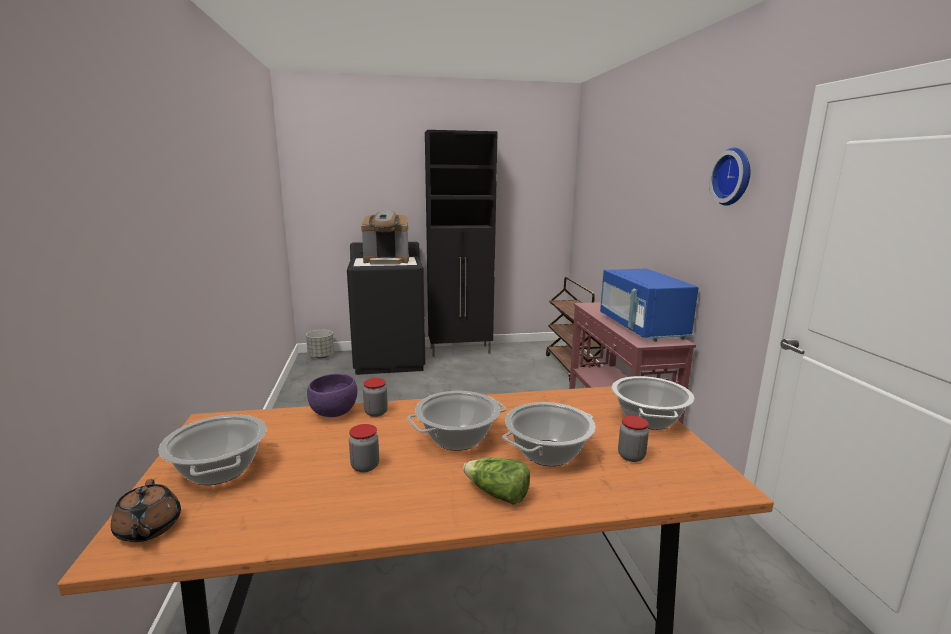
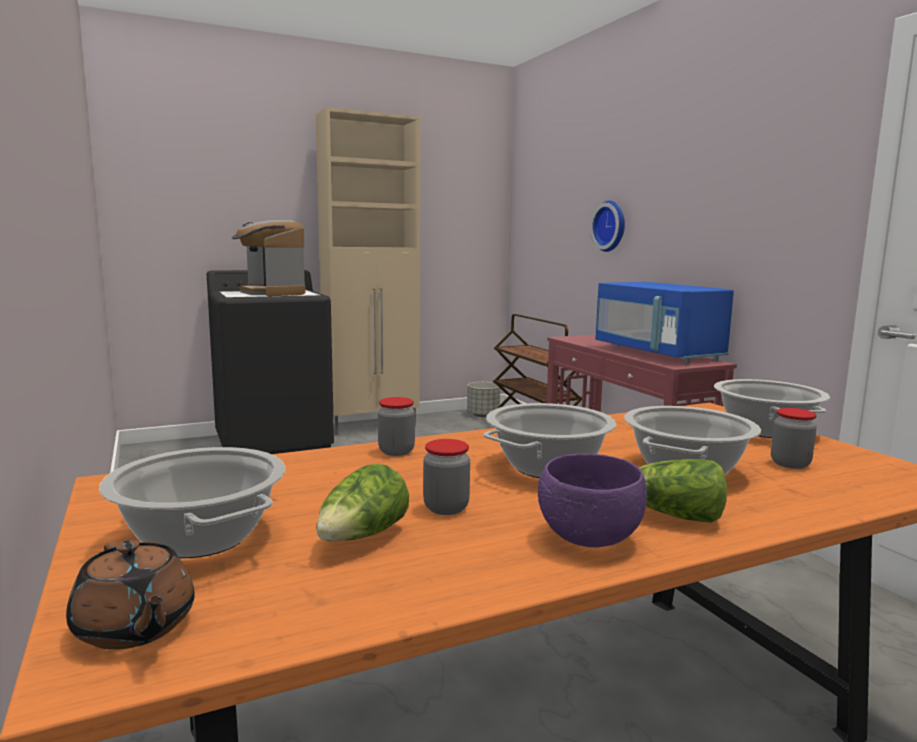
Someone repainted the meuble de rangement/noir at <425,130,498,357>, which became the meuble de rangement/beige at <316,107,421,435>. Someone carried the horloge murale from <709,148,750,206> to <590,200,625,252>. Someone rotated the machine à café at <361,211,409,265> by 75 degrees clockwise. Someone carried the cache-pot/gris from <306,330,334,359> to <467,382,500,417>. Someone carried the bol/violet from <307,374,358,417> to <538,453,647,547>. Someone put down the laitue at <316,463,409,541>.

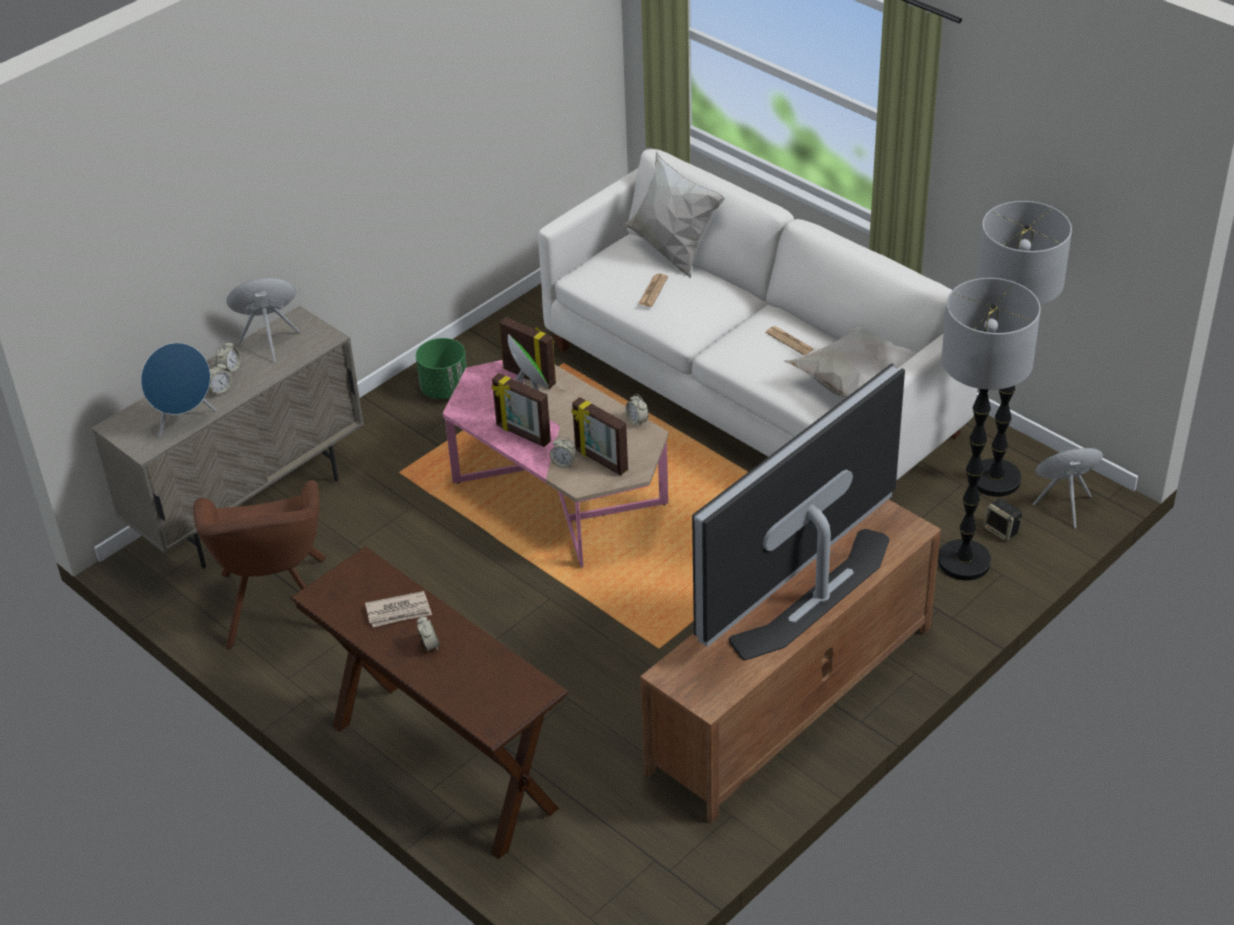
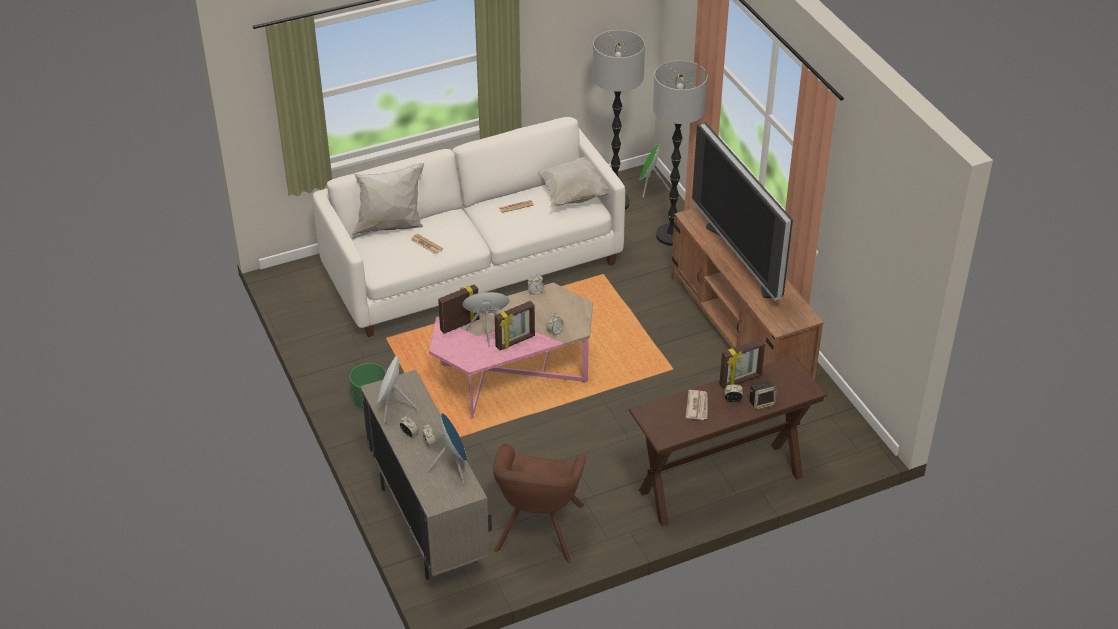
Someone carried the cadre photo from <571,397,628,475> to <719,339,765,389>. Someone rotated the fauteuil/marron at <193,480,326,649> by 90 degrees clockwise. Someone carried the enceinte from <983,498,1022,541> to <750,380,777,410>.

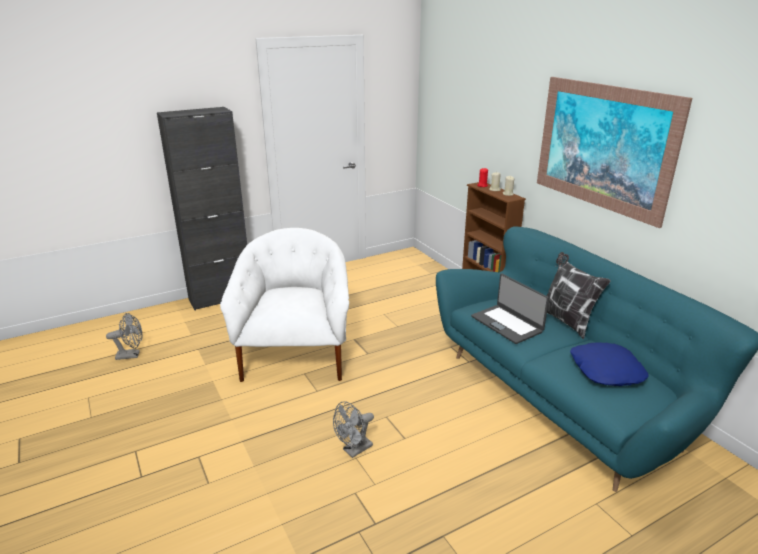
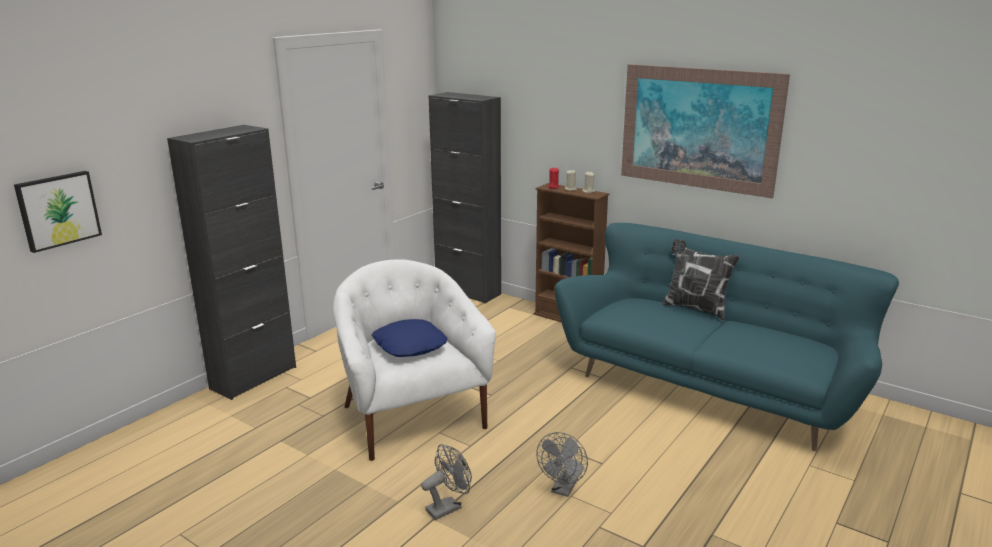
Someone took away the ordinateur portable at <471,274,549,344>. Someone carried the ventilateur/gris from <106,313,143,360> to <421,444,472,520>. Someone carried the coussin/bleu from <570,342,649,386> to <372,319,447,357>. Someone put down the meuble de rangement/noir at <429,92,501,304>. Someone put up the tableau at <14,171,102,253>.

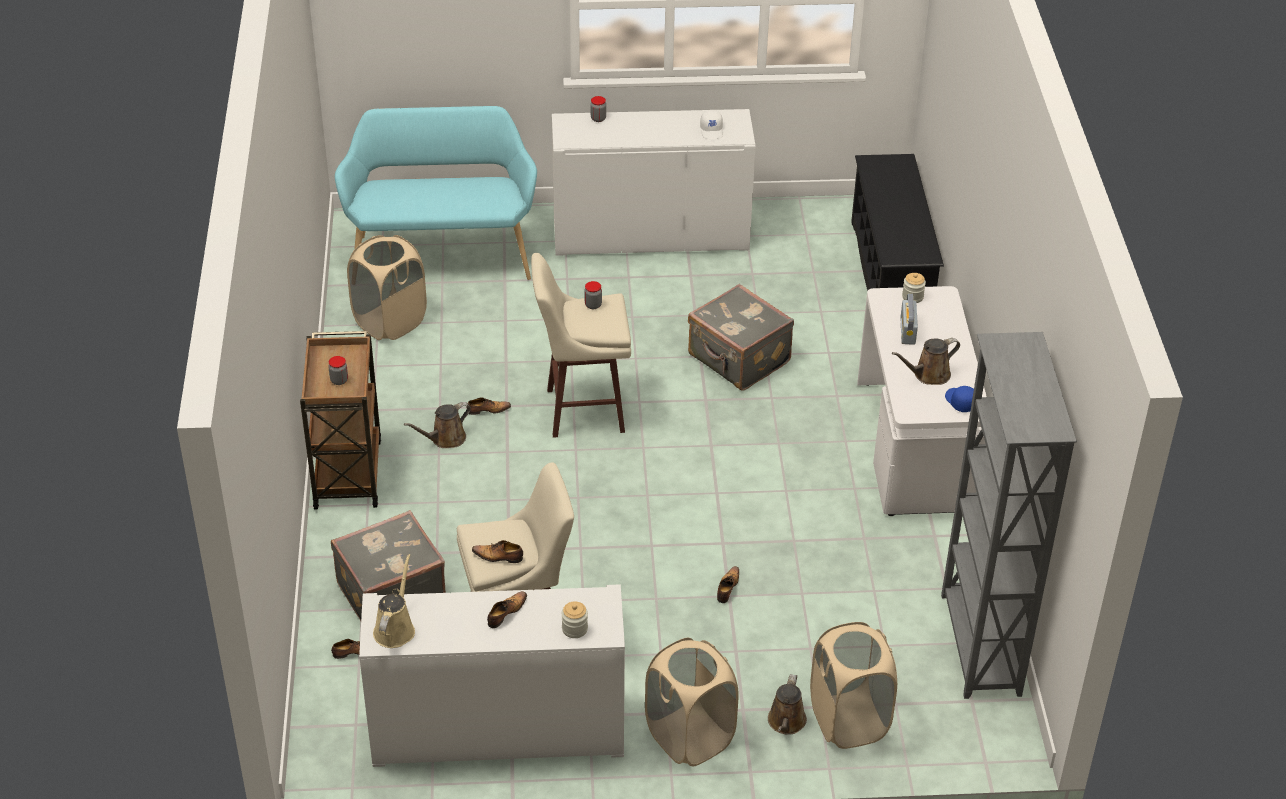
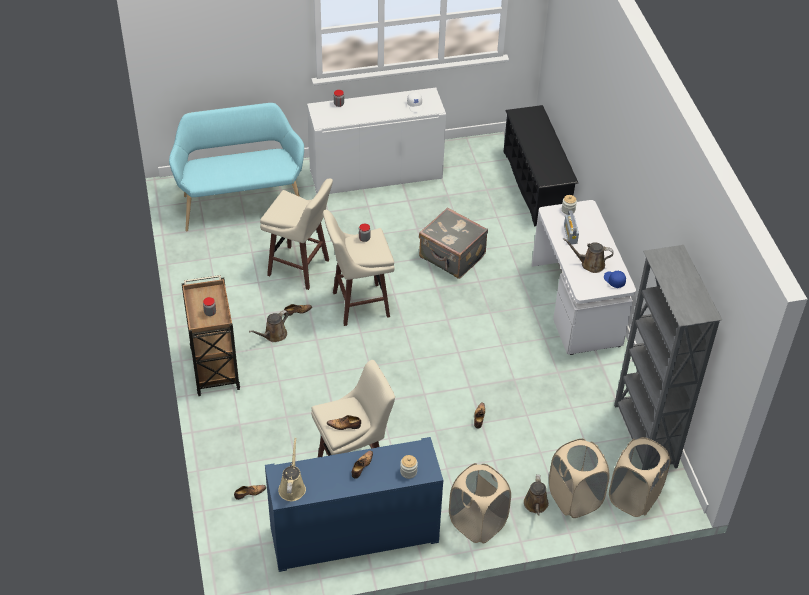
Someone carried the panier à linge/beige from <347,235,427,340> to <609,437,671,517>. Someone rotated the arrosoir/marron at <892,338,960,385> by 45 degrees clockwise. Someone took away the valise/gris at <331,510,446,621>. Someone repainted the meuble de rangement/blanc at <359,584,625,767>, which became the meuble de rangement/bleu at <265,437,443,572>. Someone put down the tabouret/beige at <260,178,333,290>.

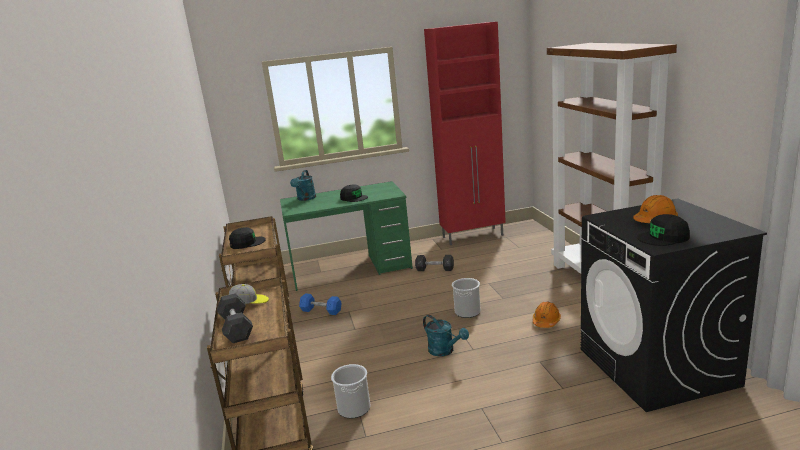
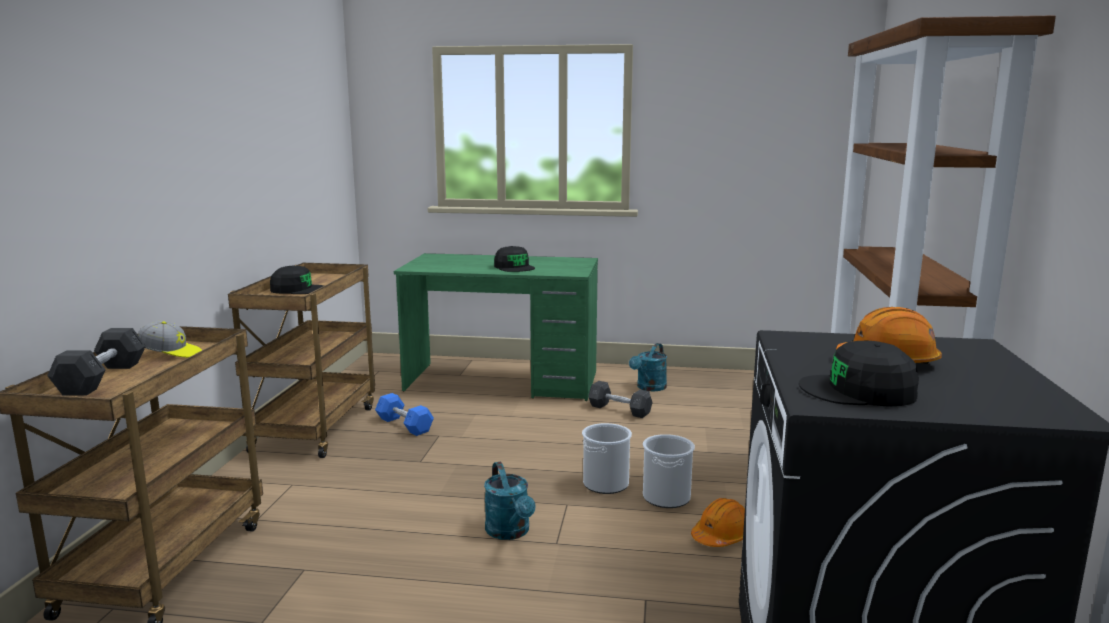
Someone took away the meuble de rangement/rouge at <424,22,506,245>. Someone carried the arrosoir/turquoise from <290,170,316,201> to <629,343,667,391>. Someone carried the seau from <331,364,371,419> to <643,434,695,508>.

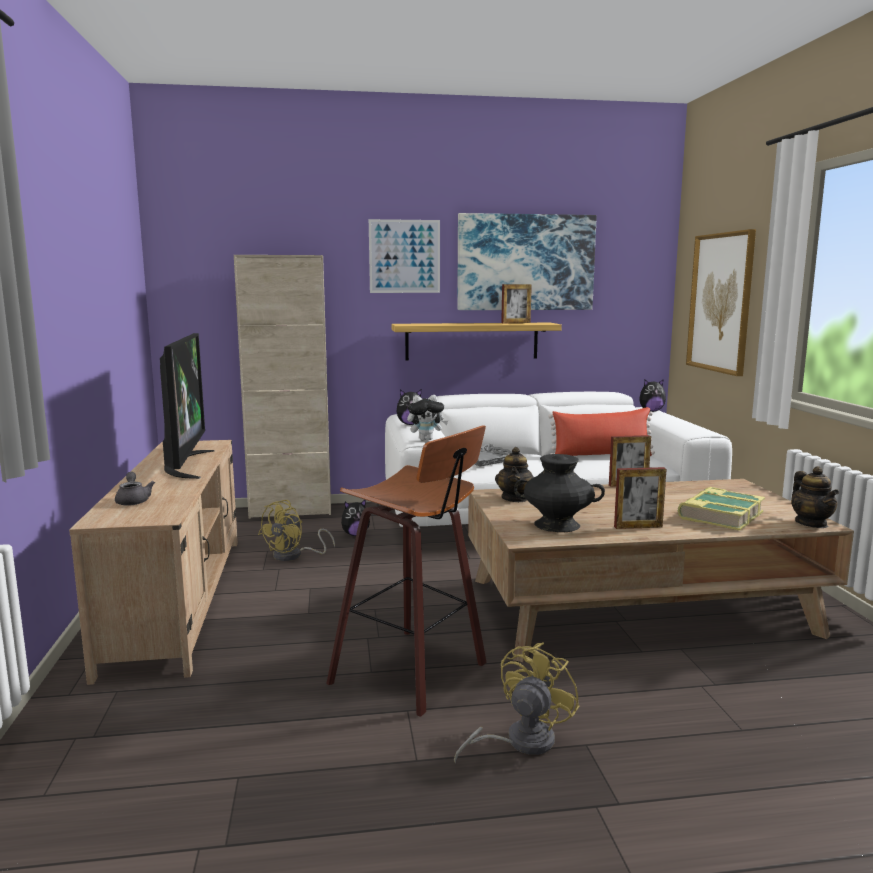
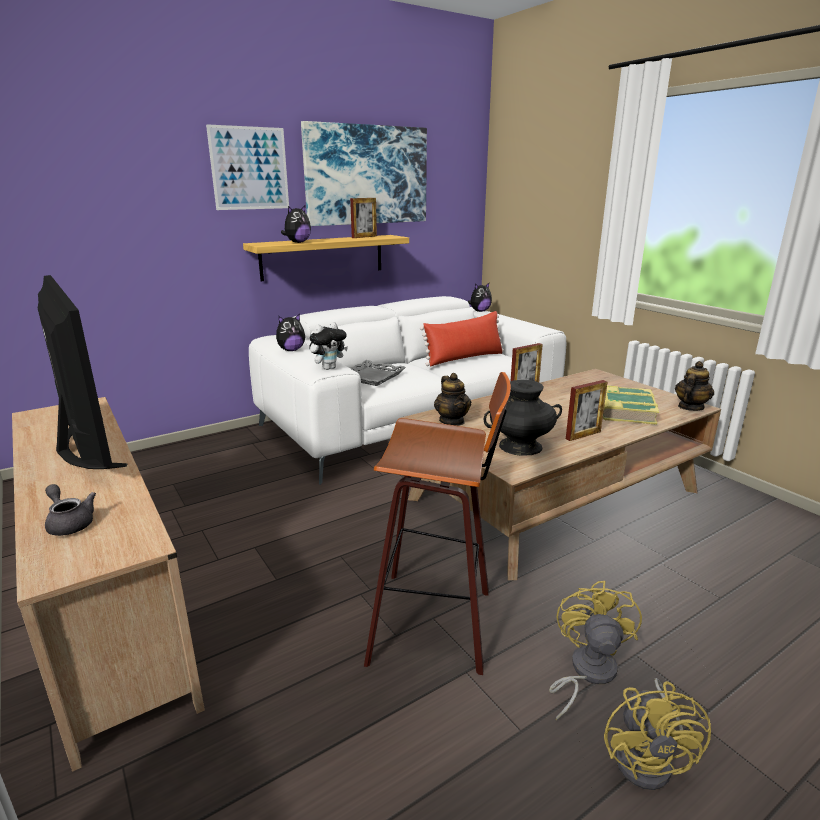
Someone took away the tableau at <686,229,756,376>. Someone took away the meuble de rangement/beige at <234,255,331,519>. Someone rotated the théière at <791,466,839,528> by 105 degrees counterclockwise. Someone carried the ventilateur/jaune from <258,500,335,561> to <604,678,711,790>. Someone carried the peluche from <341,500,370,536> to <281,206,311,243>.

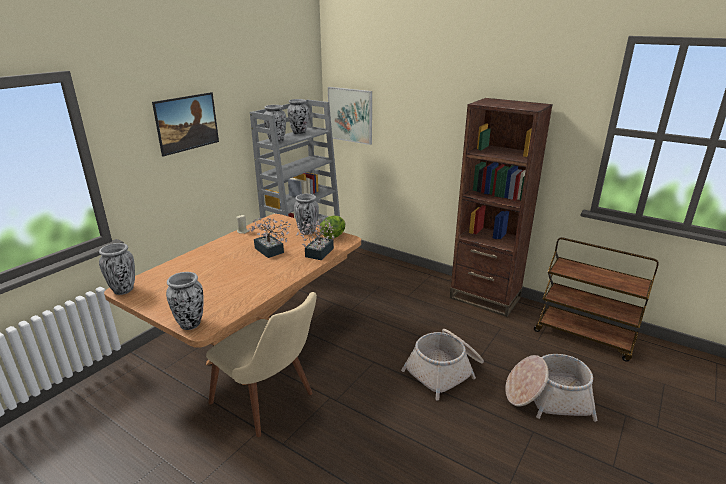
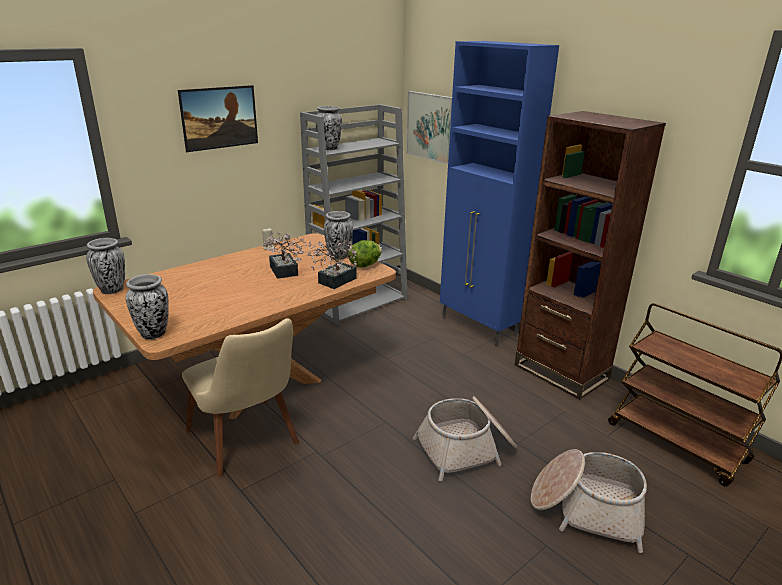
Someone took away the vase at <287,99,309,135>. Someone put down the meuble de rangement/bleu at <440,41,559,346>.

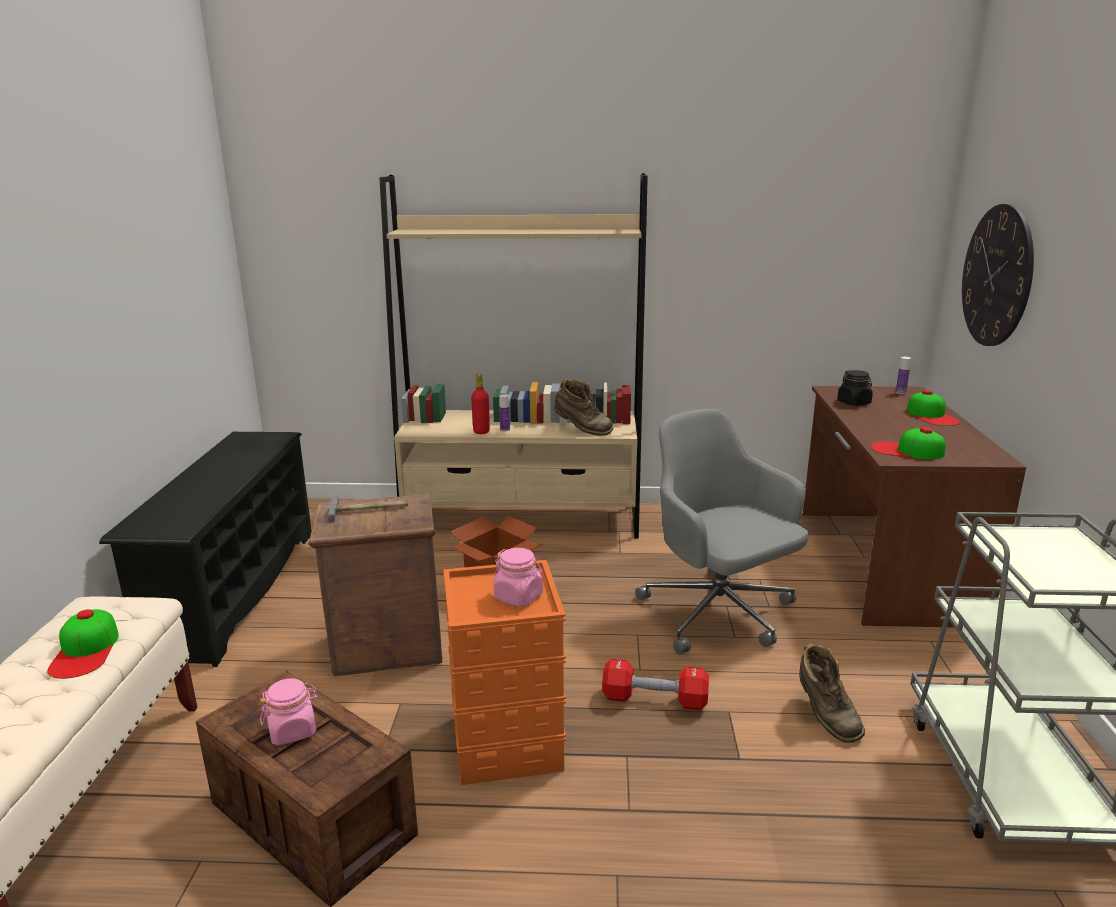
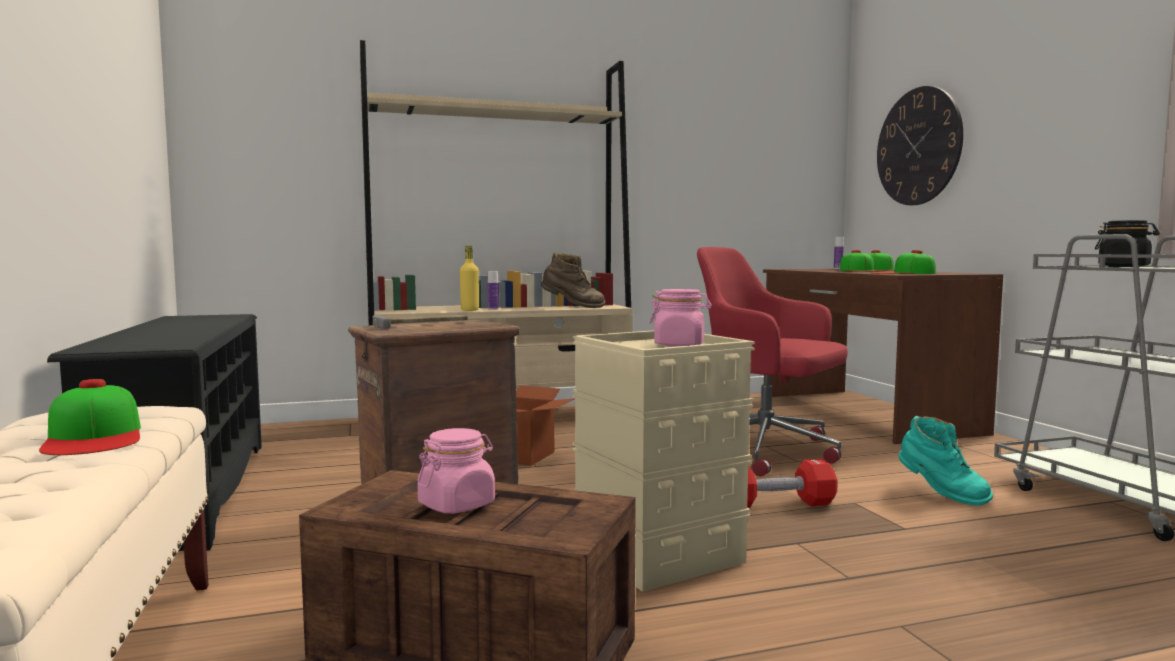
Someone carried the bocal/noir from <837,370,873,406> to <1095,220,1160,267>. Someone repainted the bouteille/rouge at <471,374,490,434>, which became the bouteille/jaune at <460,245,479,311>. Someone repainted the chaise de bureau/gris at <635,409,809,655>, which became the chaise de bureau/rouge at <697,247,848,476>. Someone repainted the boîte de rangement/orange at <443,560,566,785>, which became the boîte de rangement/beige at <573,330,755,592>. Someone repainted the botte/marron at <799,643,865,743>, which became the botte/turquoise at <898,415,993,506>. Someone put down the casquette at <840,250,885,272>.

